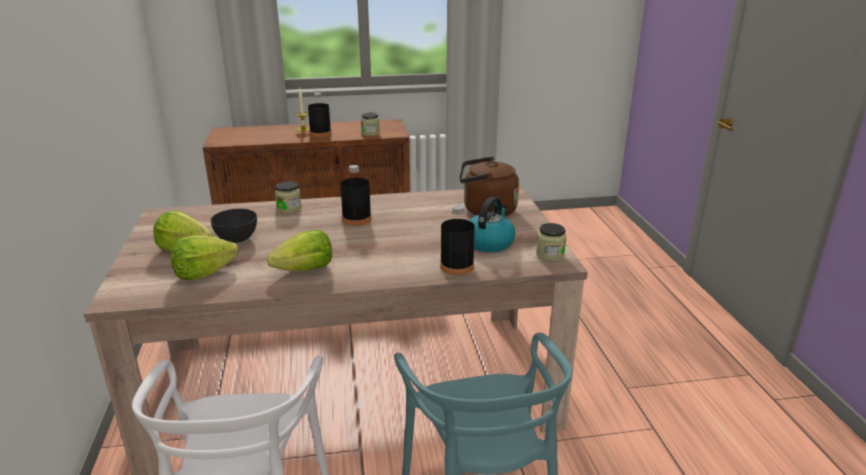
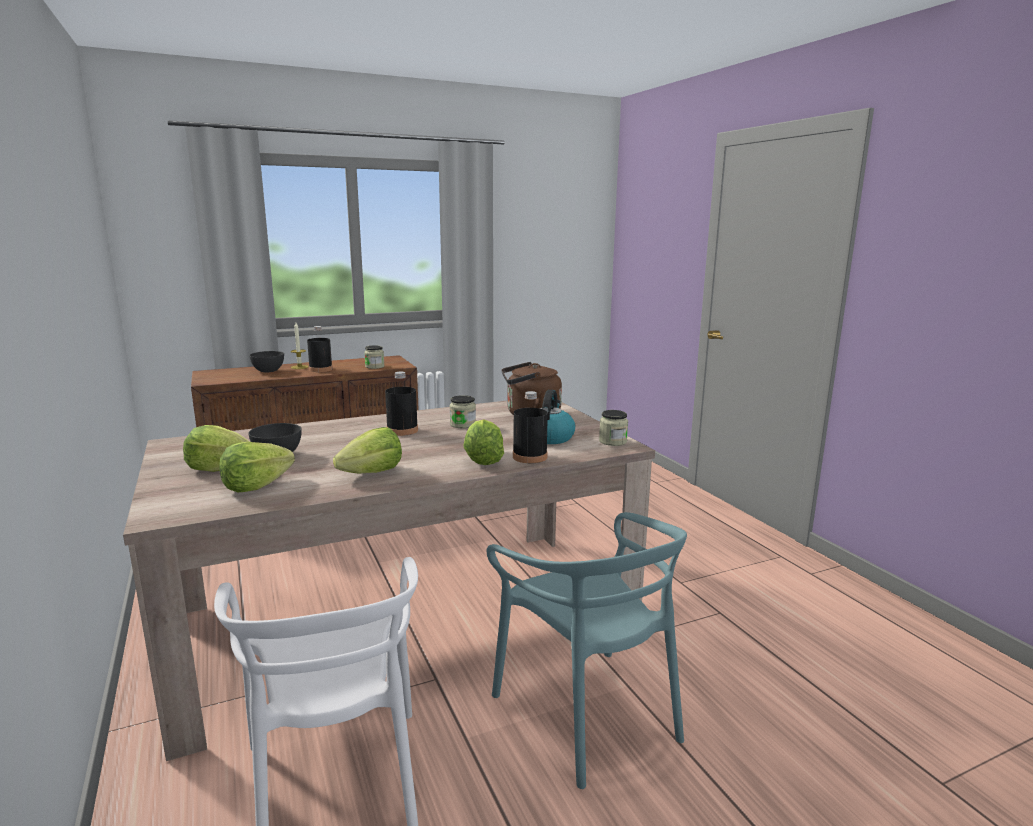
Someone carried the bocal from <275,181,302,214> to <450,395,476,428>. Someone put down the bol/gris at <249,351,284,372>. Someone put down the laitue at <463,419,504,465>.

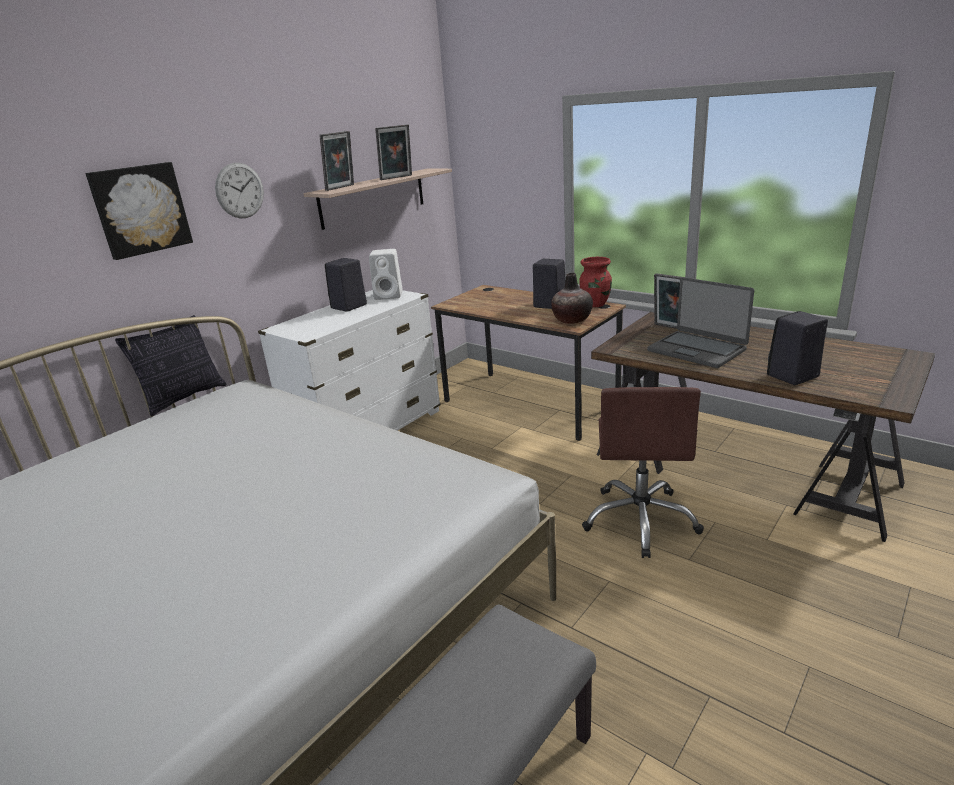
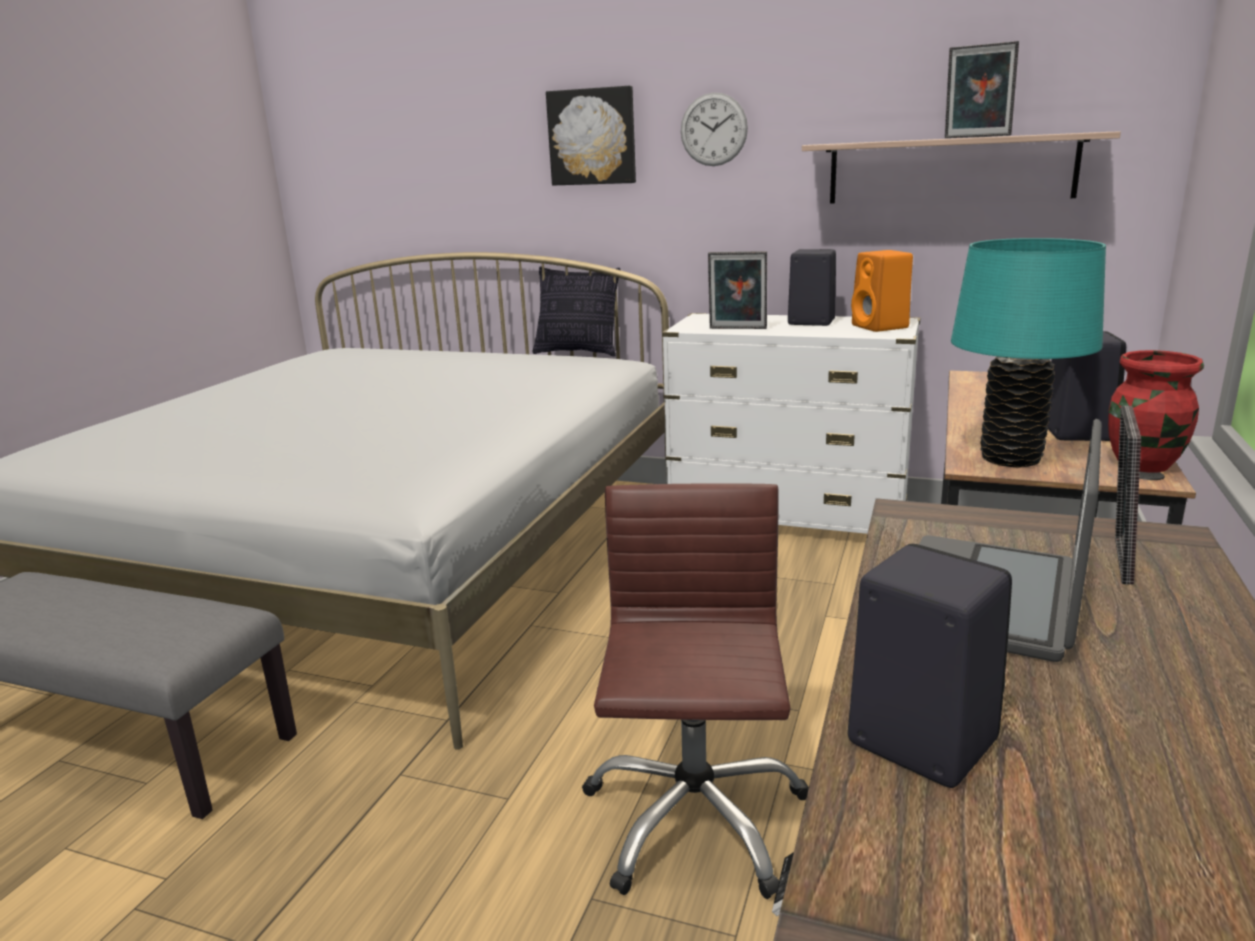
Someone carried the cadre photo from <319,131,354,191> to <708,251,767,329>. Someone repainted the enceinte/blanc at <369,249,403,300>, which became the enceinte/orange at <851,250,913,332>. Someone swapped the vase at <551,273,593,324> for the lampe de table/turquoise at <951,238,1106,468>. Someone rotated the chaise de bureau/marron at <582,387,704,558> by 105 degrees clockwise.

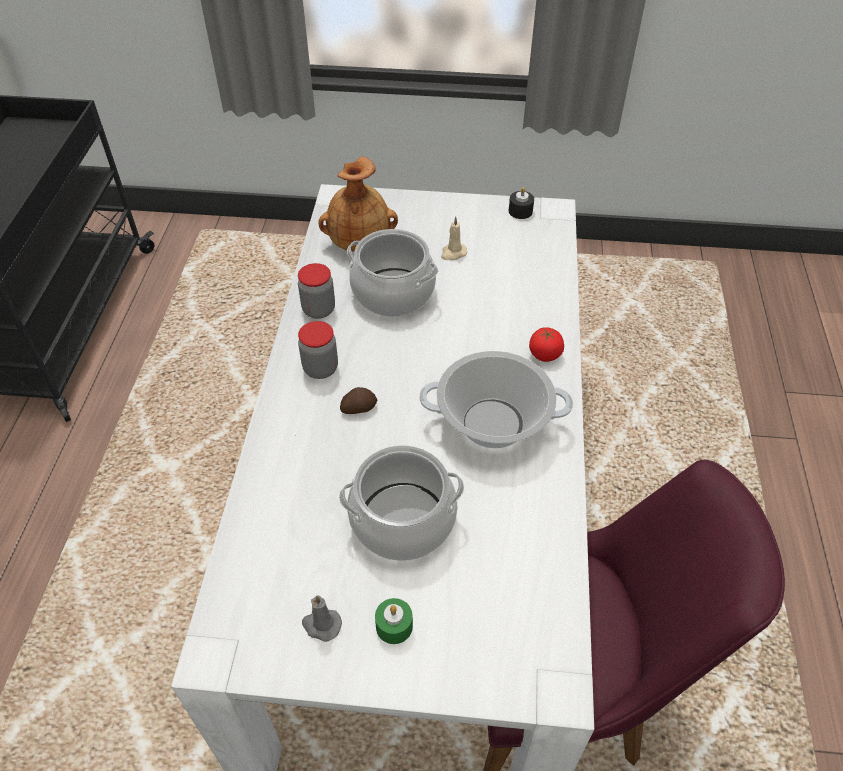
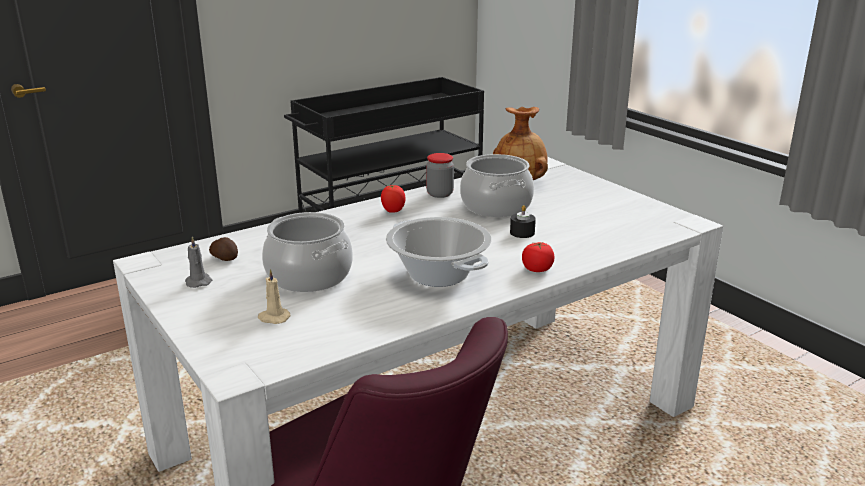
Someone carried the bougie/noir from <509,187,534,219> to <510,205,536,238>. Someone carried the bougie/beige from <441,216,467,260> to <258,269,291,324>. Someone swapped the bocal at <298,321,338,379> for the tomate at <381,185,405,213>. Someone carried the pomme de terre from <340,387,378,414> to <209,237,238,261>. Someone took away the bougie/vert at <375,598,413,644>.

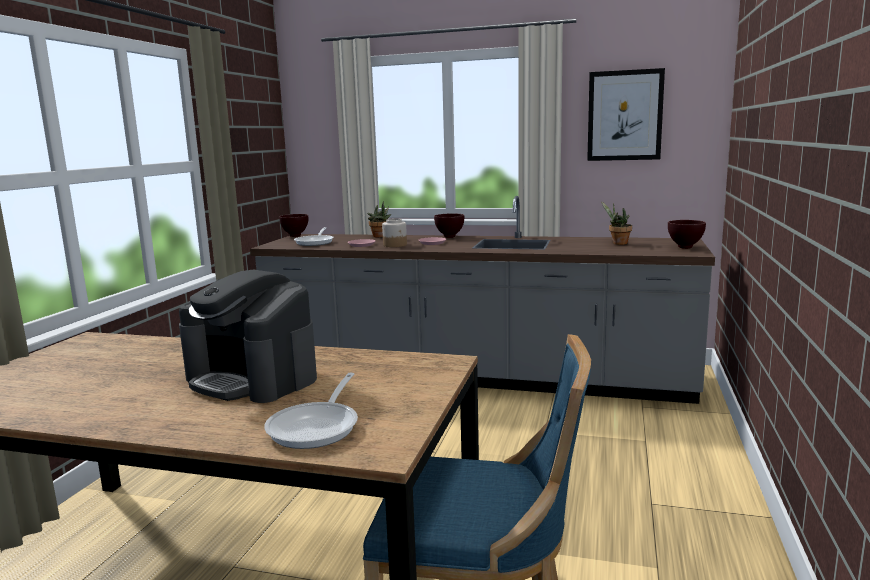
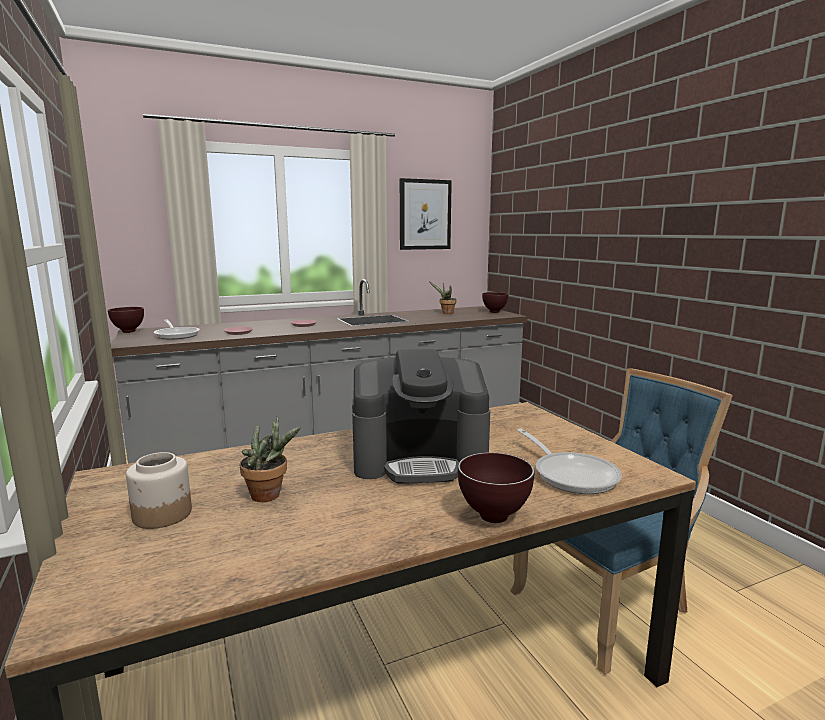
Someone carried the plante en pot from <368,201,392,237> to <240,416,301,502>. Someone carried the bol/marron from <434,213,464,238> to <458,452,535,523>. Someone carried the bocal from <382,218,407,247> to <126,452,192,529>.

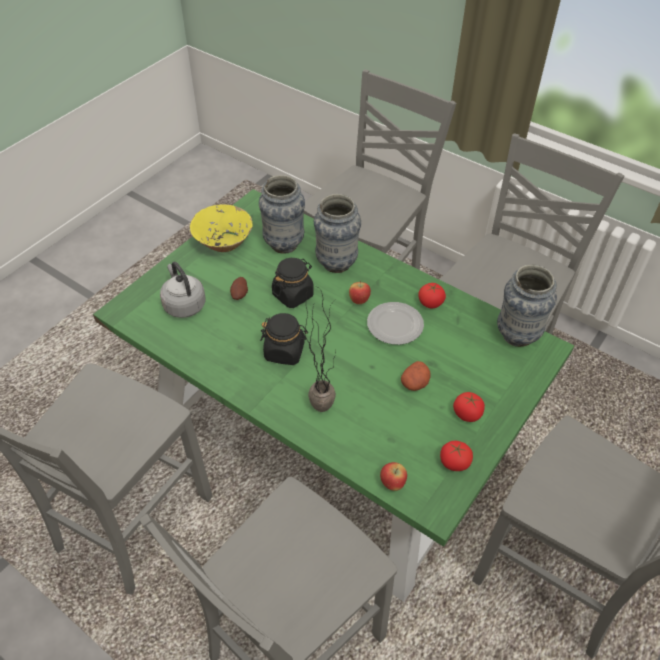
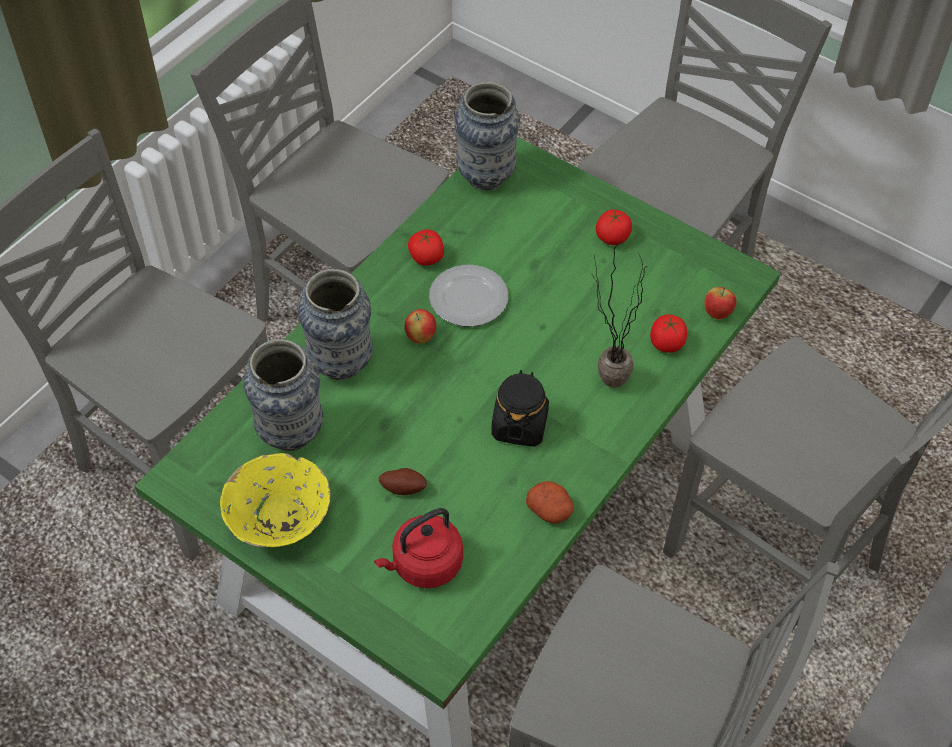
Someone took away the bocal/noir at <272,258,314,308>. Someone repainted the bouilloire/gris at <160,262,205,318>, which became the bouilloire/rouge at <374,508,463,588>. Someone carried the pomme de terre from <401,361,430,391> to <526,481,574,523>. Someone carried the tomate from <440,441,473,471> to <650,314,687,353>.

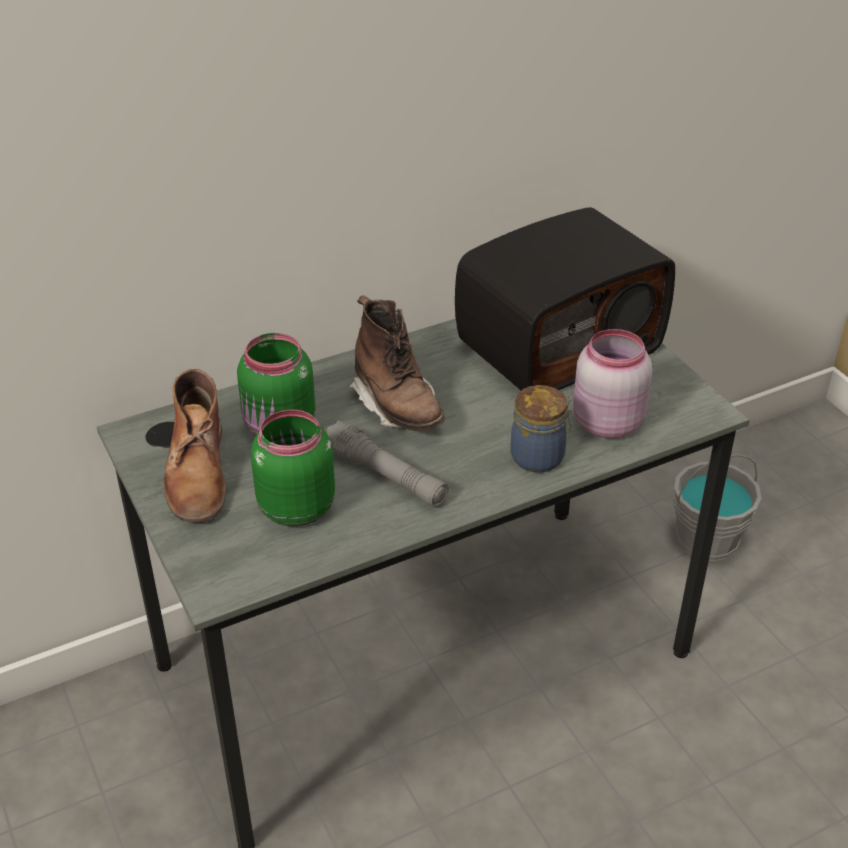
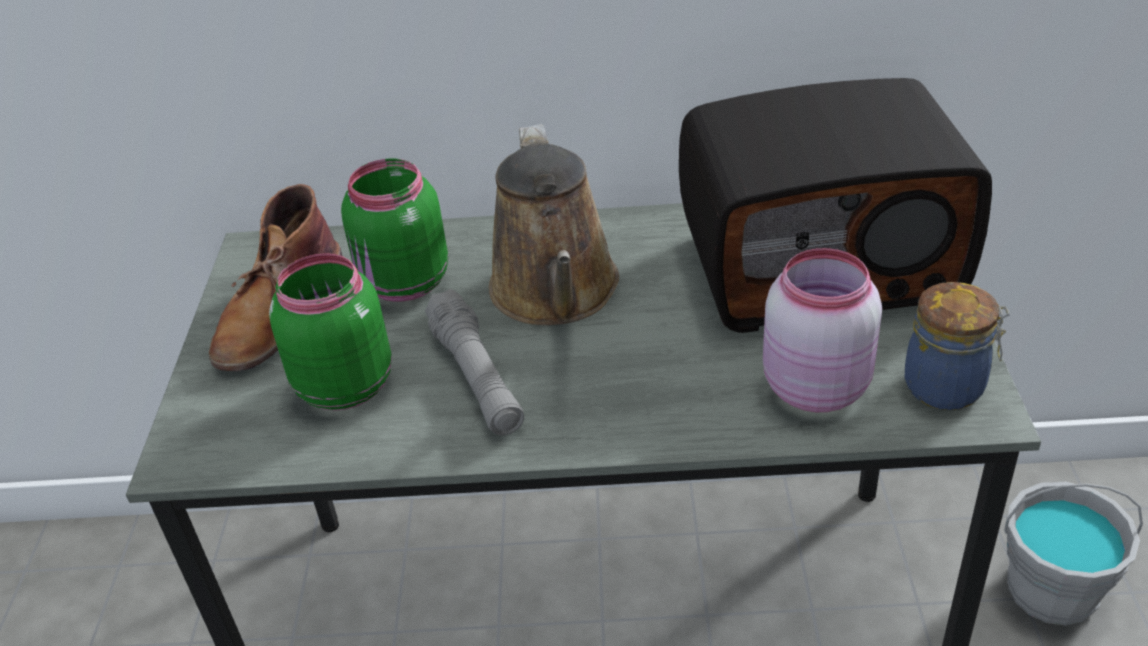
Someone swapped the botte/marron at <349,295,445,431> for the arrosoir/marron at <489,124,619,325>. Someone carried the bocal from <511,385,572,473> to <905,282,1009,410>.

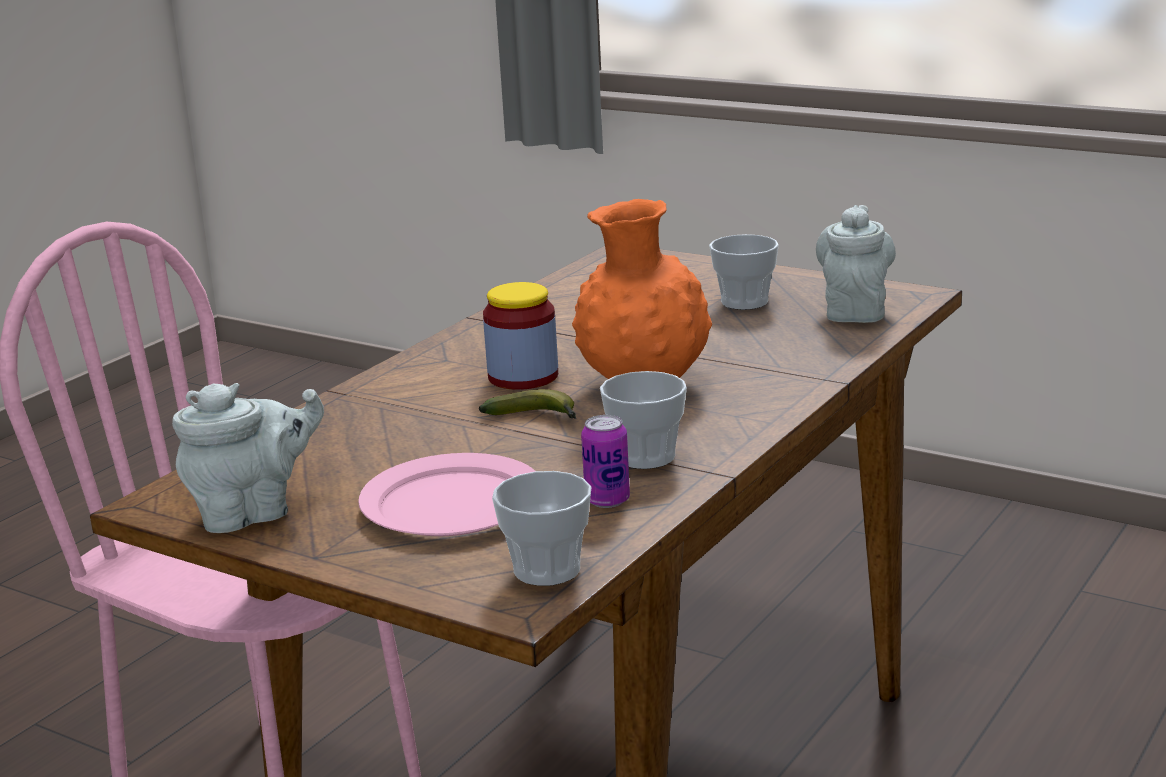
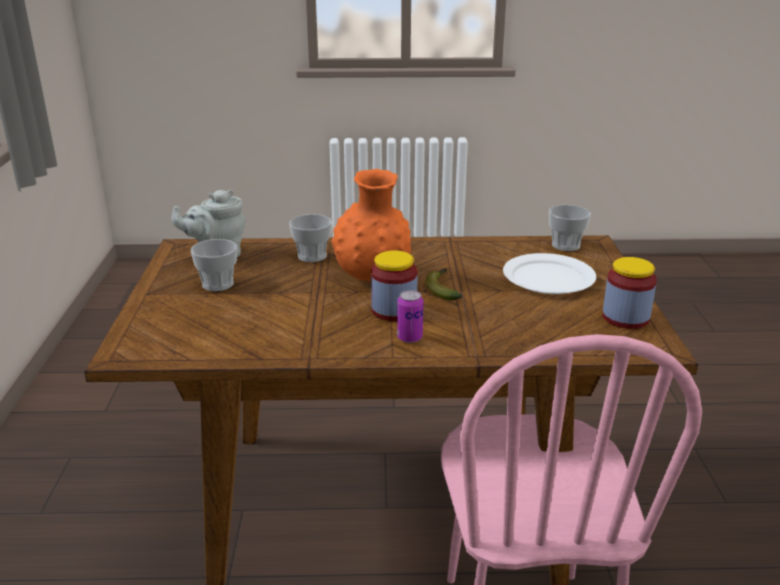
Someone carried the tasse from <600,371,687,469> to <289,214,332,262>. Someone swapped the théière/gris at <172,383,324,533> for the bocal at <602,257,657,329>. Someone carried the boîte métallique from <581,415,630,508> to <397,290,423,343>. Someone repainted the assiette/rose at <358,453,535,536>, which became the assiette/blanc at <503,253,596,294>.

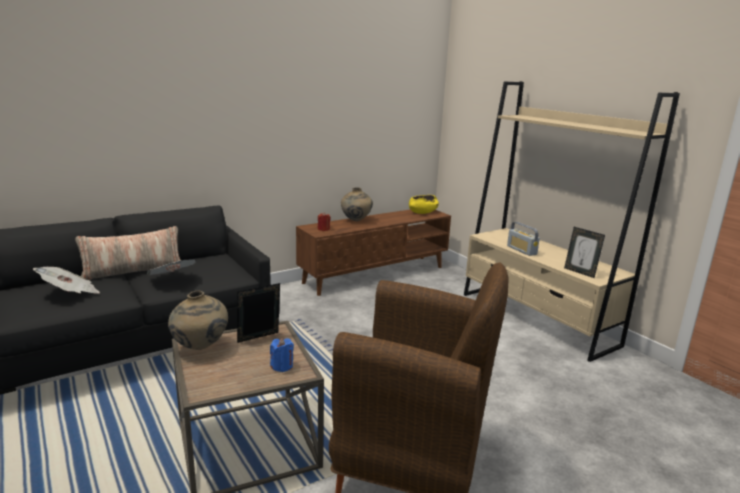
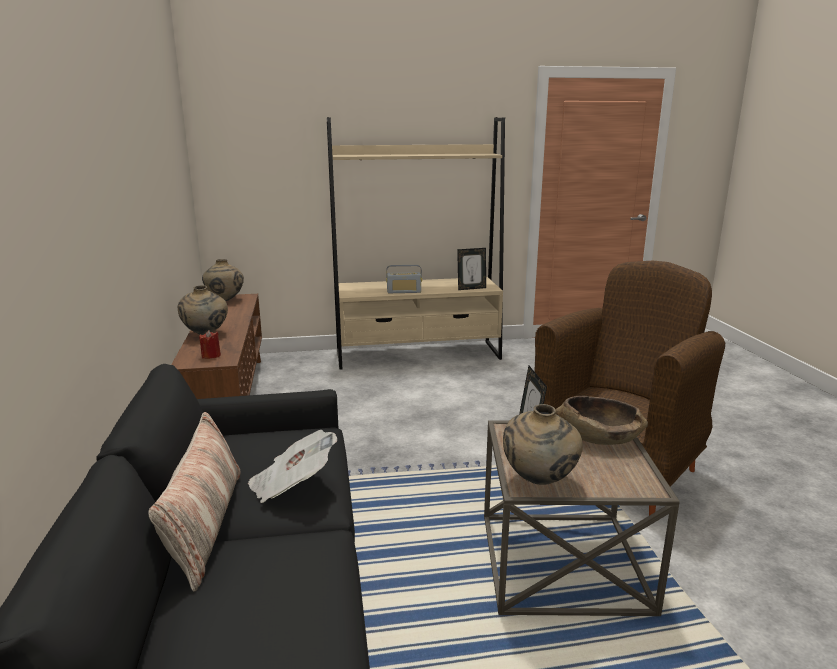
Someone swapped the bol/jaune at <409,195,439,214> for the vase/beige at <202,259,244,301>. Someone took away the journal at <33,267,100,293>. Someone swapped the bougie/bleu at <270,338,294,372> for the bol/marron at <555,396,648,445>.

